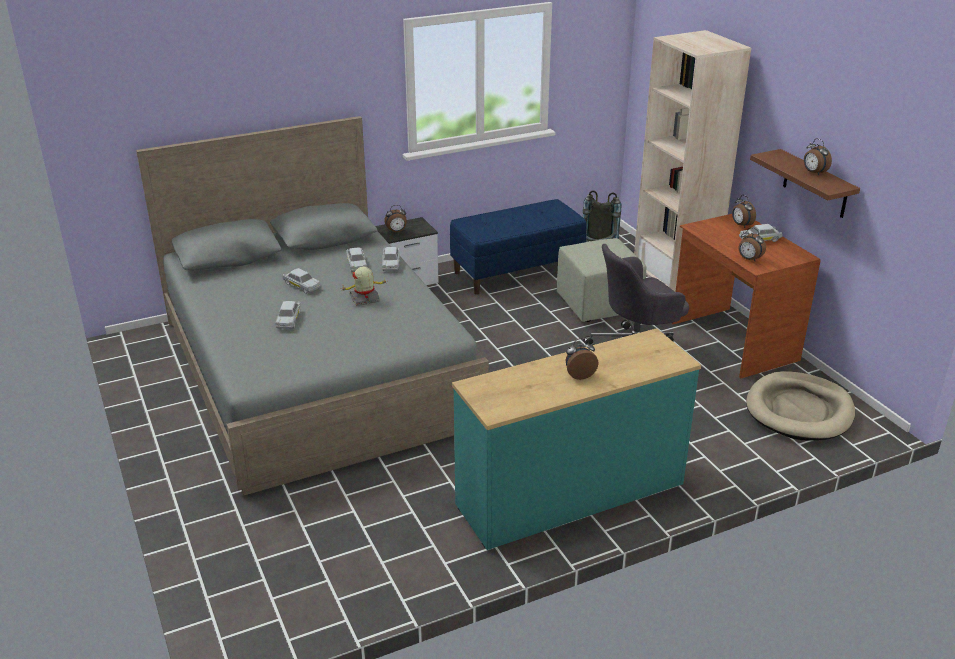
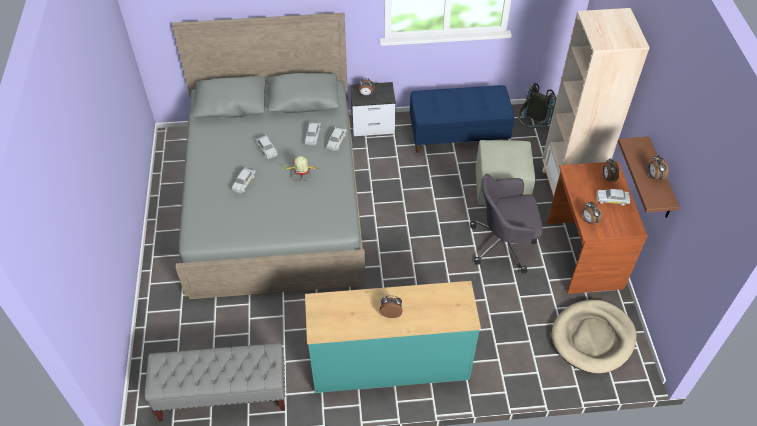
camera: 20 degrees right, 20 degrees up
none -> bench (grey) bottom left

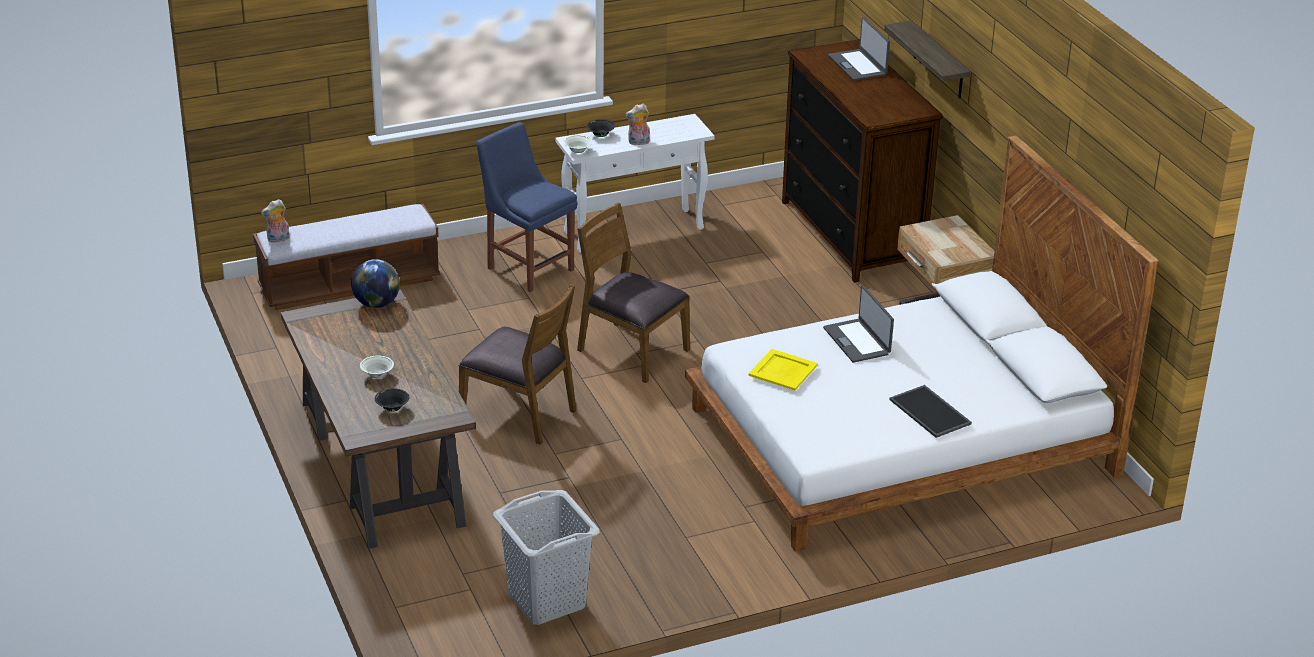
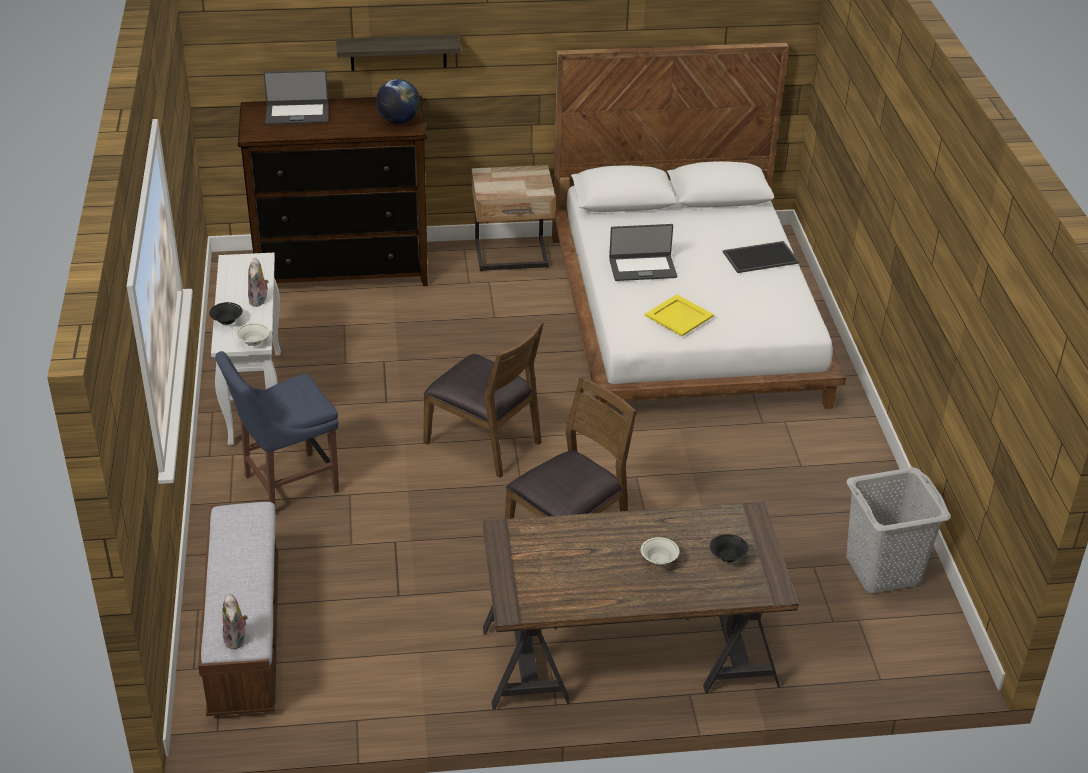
camera: 75 degrees left, 5 degrees up
globe middle left -> globe top centre, moved
chair (brown) (2nd from left in the first image) centre -> chair (brown) (1st from left) centre, 105 degrees counterclockwise

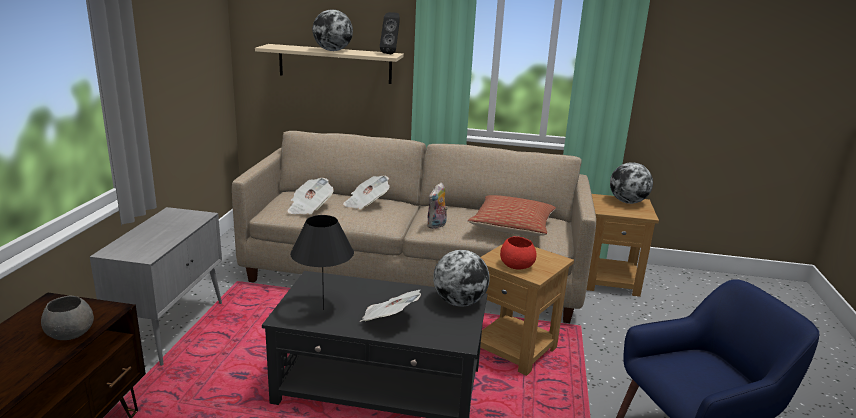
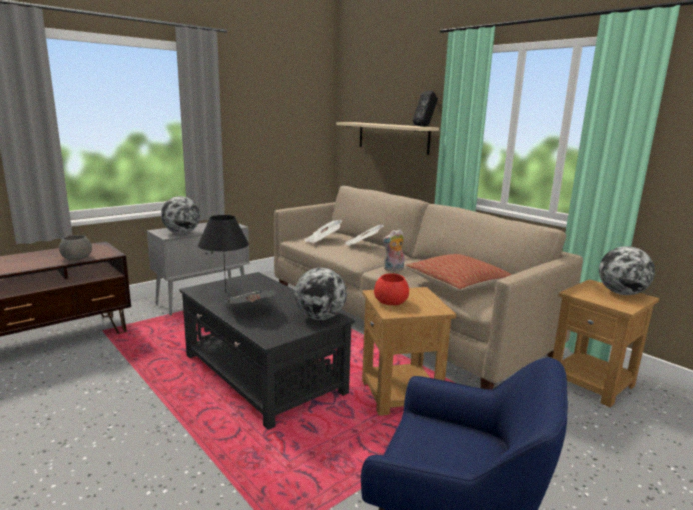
camera: 40 degrees right, 5 degrees down
globe (1st from left) top centre -> globe (1st from left) middle left, moved

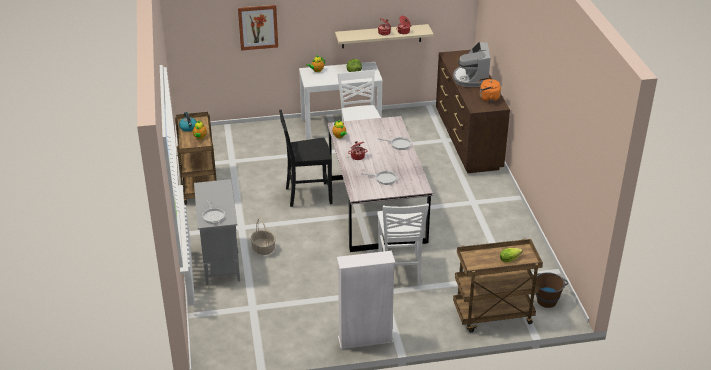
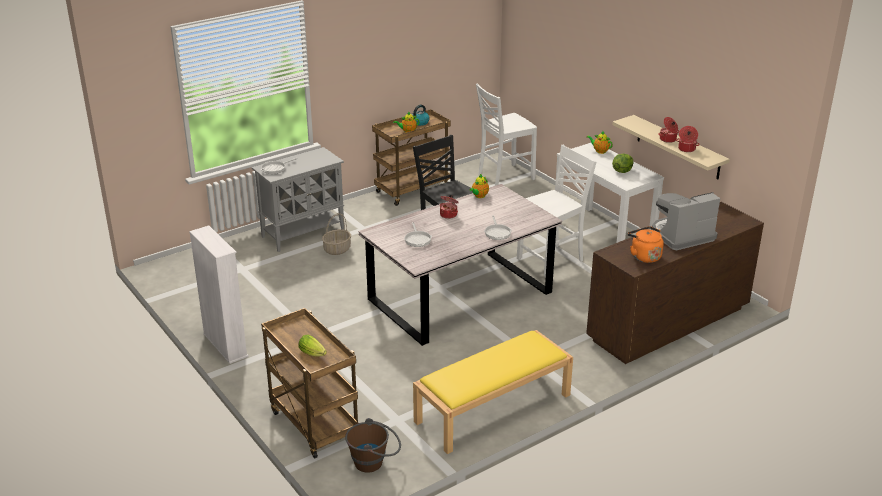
camera: 65 degrees right, 5 degrees down
picture top centre -> none
none -> bench (yellow) bottom centre
chair (white) (2nd from left in the first image) centre -> chair (white) (1st from left) top centre, moved

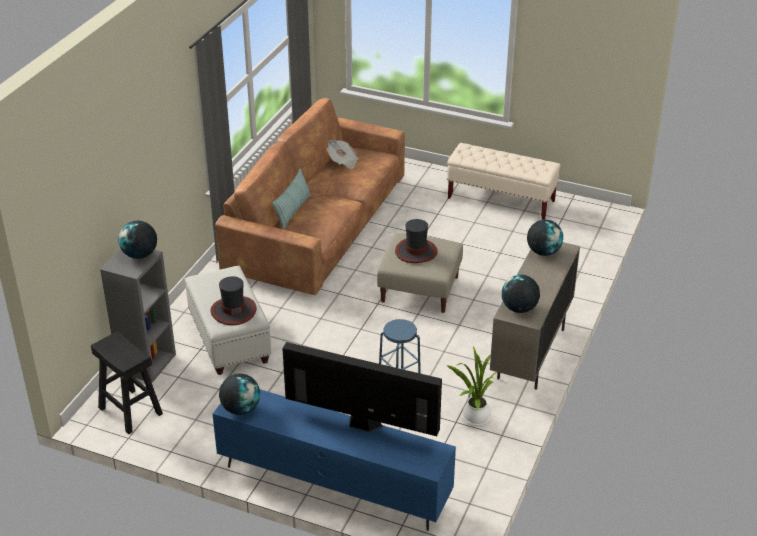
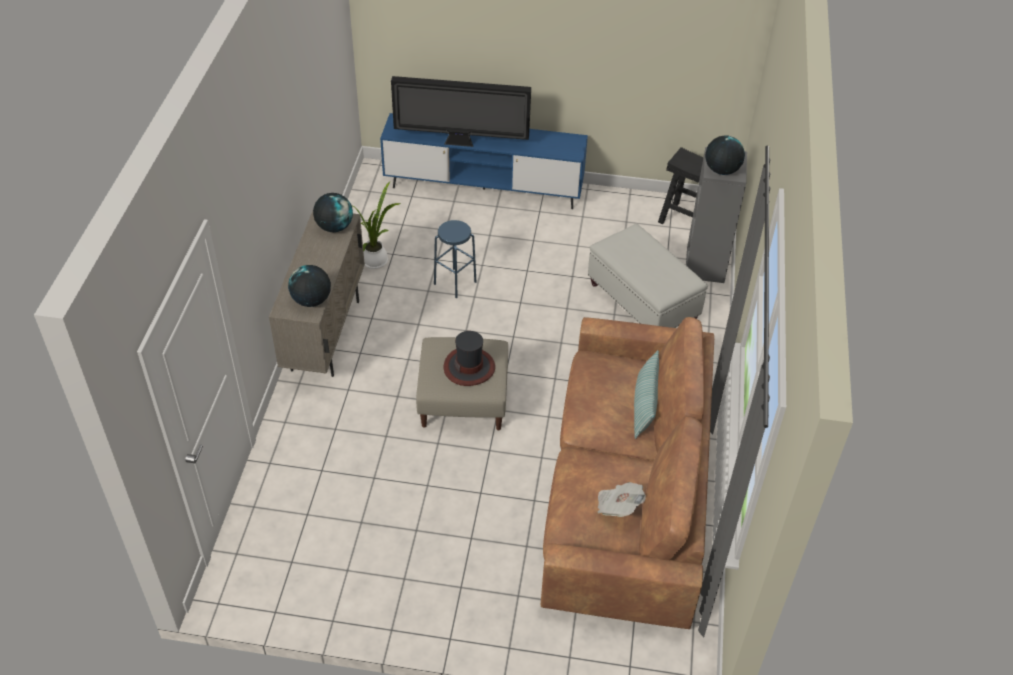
camera: 165 degrees right, 10 degrees up
hat (1st from left) middle left -> none
globe (2nd from left) bottom left -> none
bench (beige) centre -> none

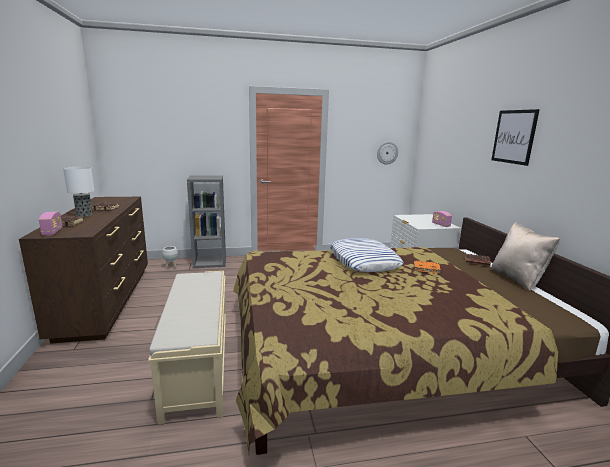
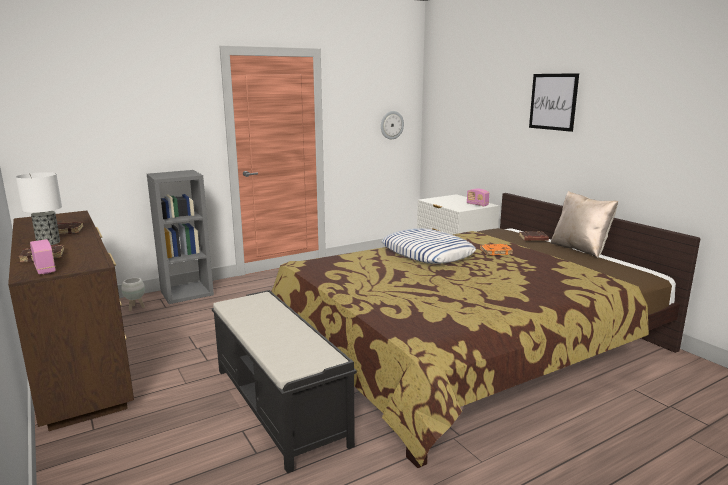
camera: 20 degrees left, 0 degrees up
bench (beige) bottom left -> bench (black) bottom centre

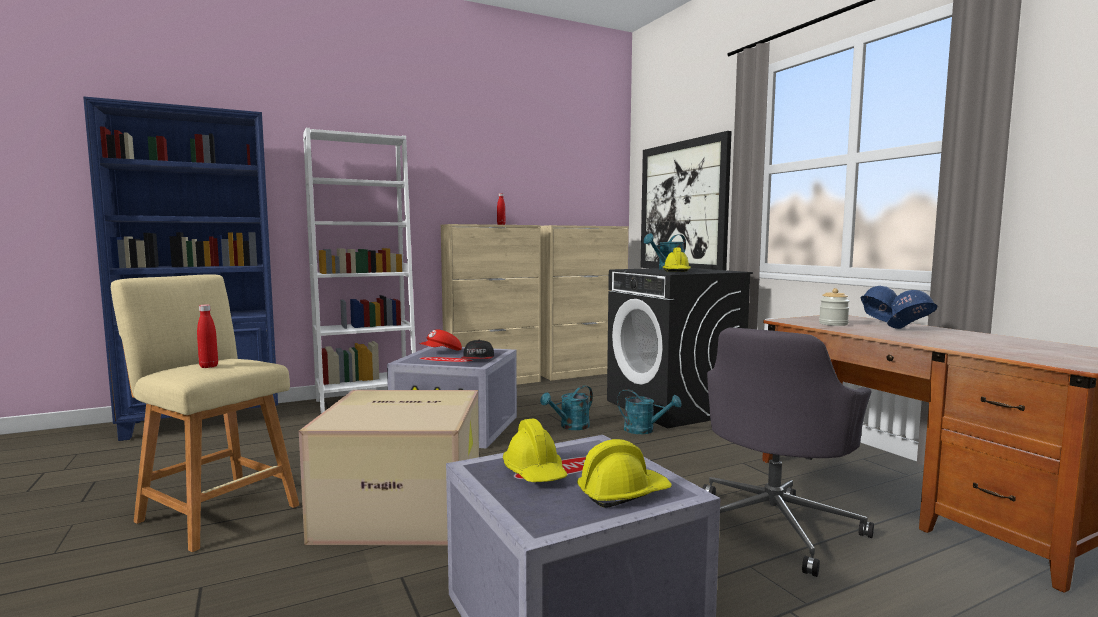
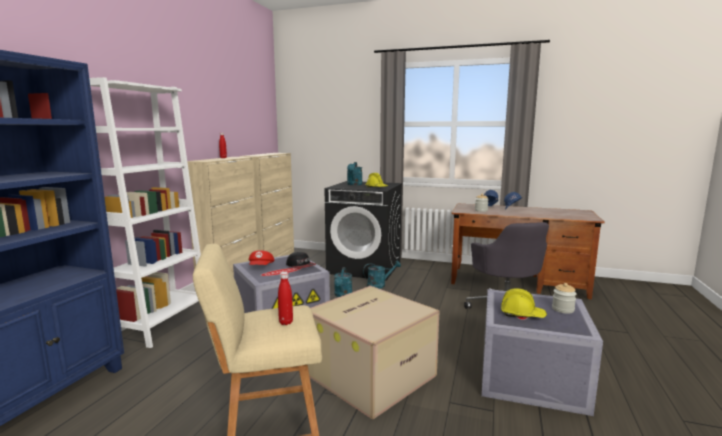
camera: 45 degrees left, 5 degrees up
picture top centre -> none
hard hat (yellow) (2nd from left) bottom centre -> jar (2nd from left) bottom right

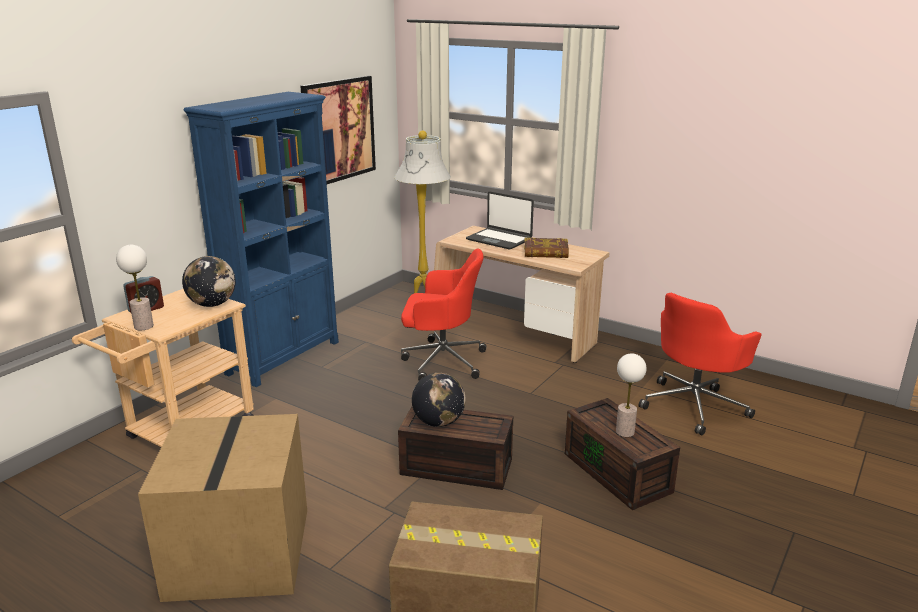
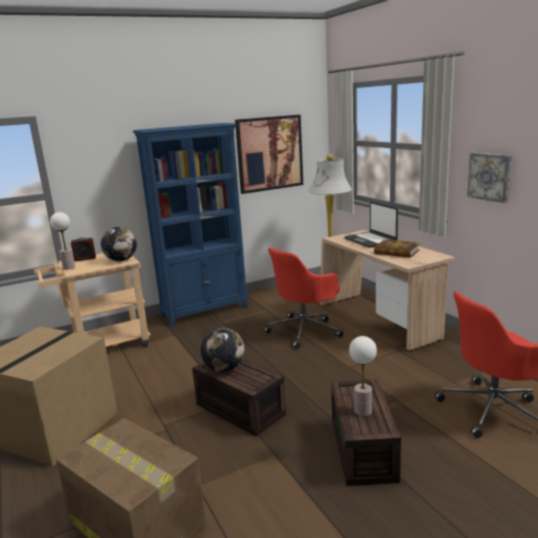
camera: 30 degrees right, 5 degrees down
none -> picture (2nd from left) top right
office chair (red) (1st from left) centre, 105 degrees clockwise

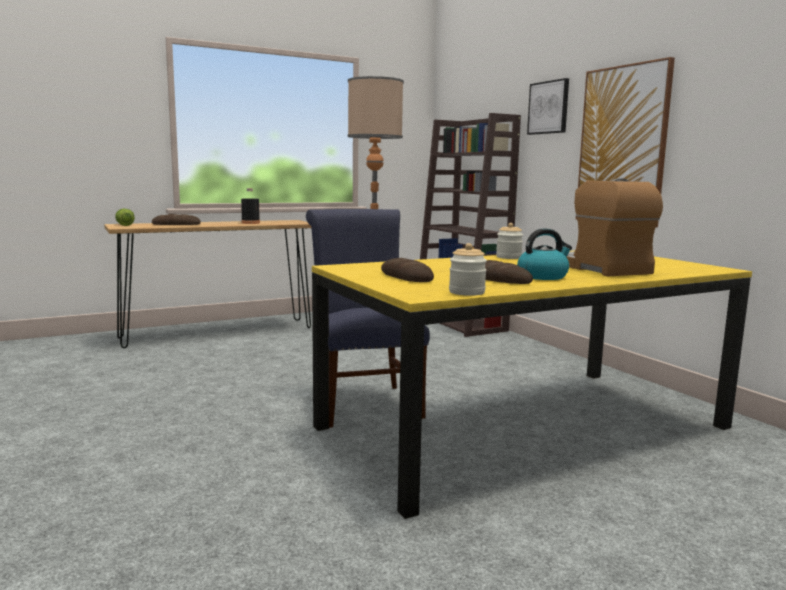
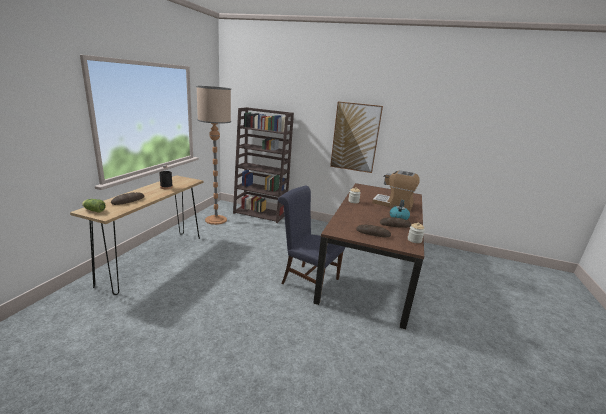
camera: 45 degrees left, 10 degrees up
picture (1st from left) top right -> none
dining table (yellow) middle right -> dining table (brown) centre

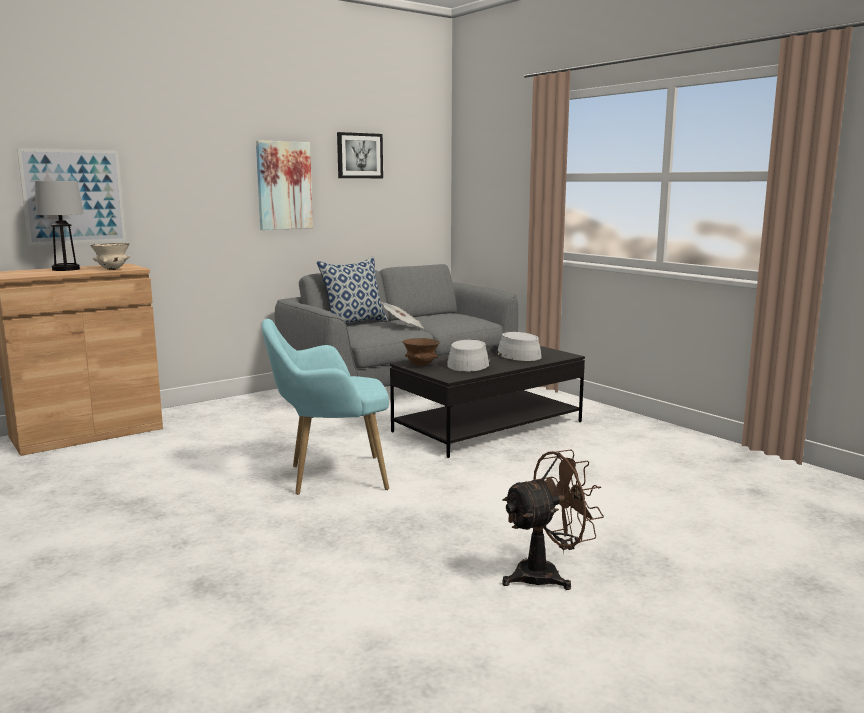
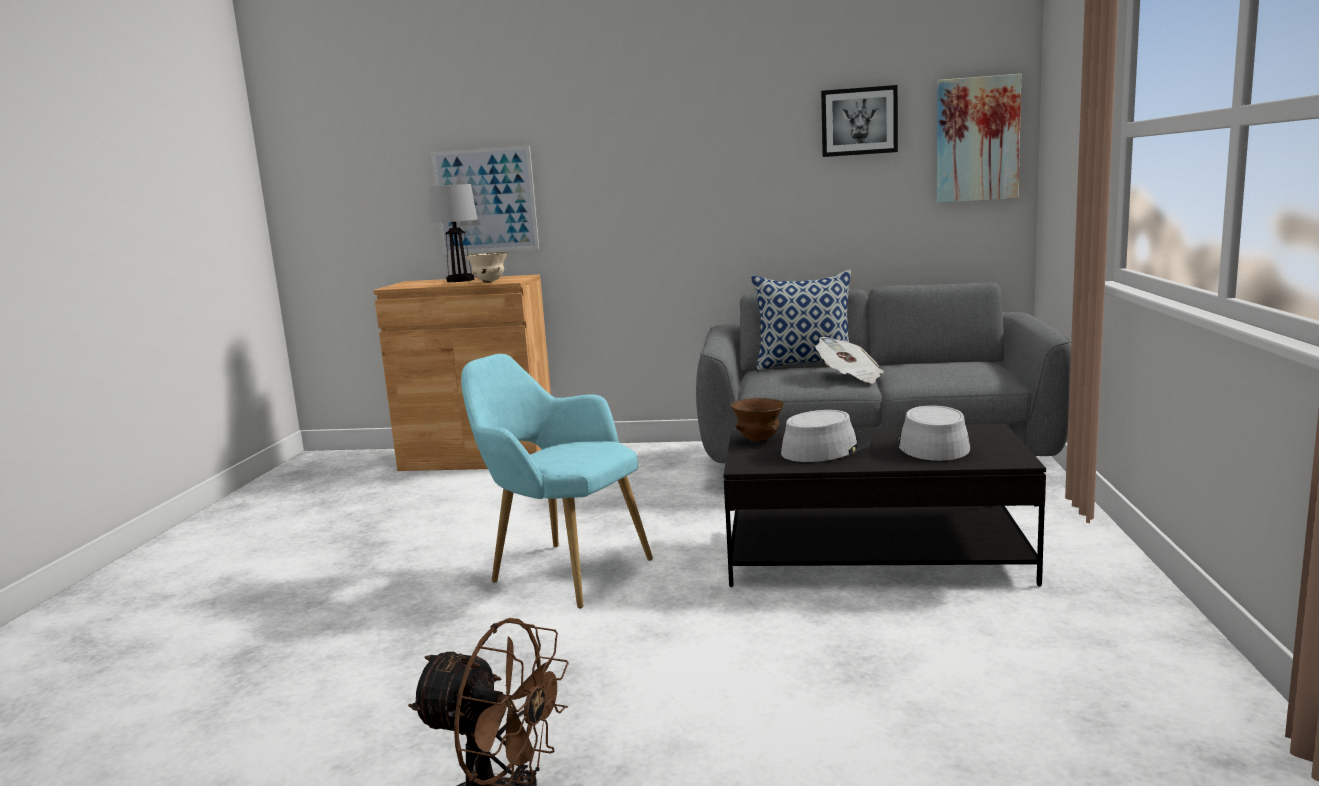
camera: 45 degrees right, 0 degrees up
picture (2nd from left in the first image) top left -> picture (3rd from left) top right, moved

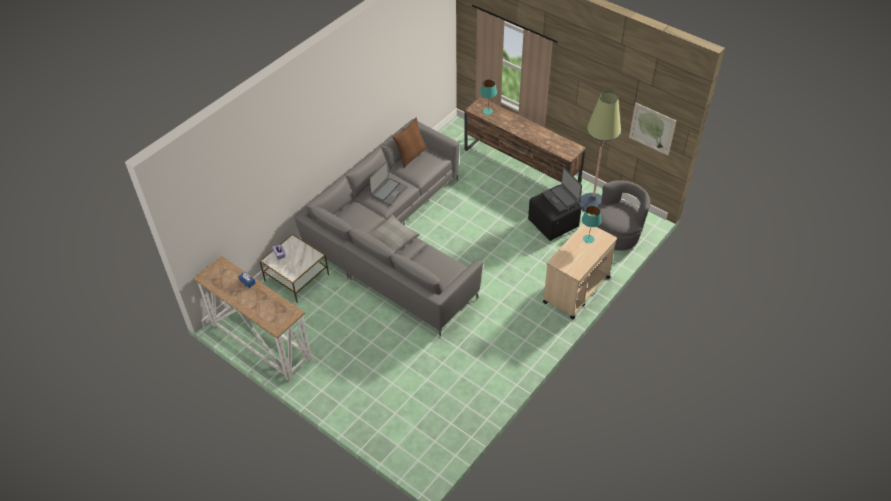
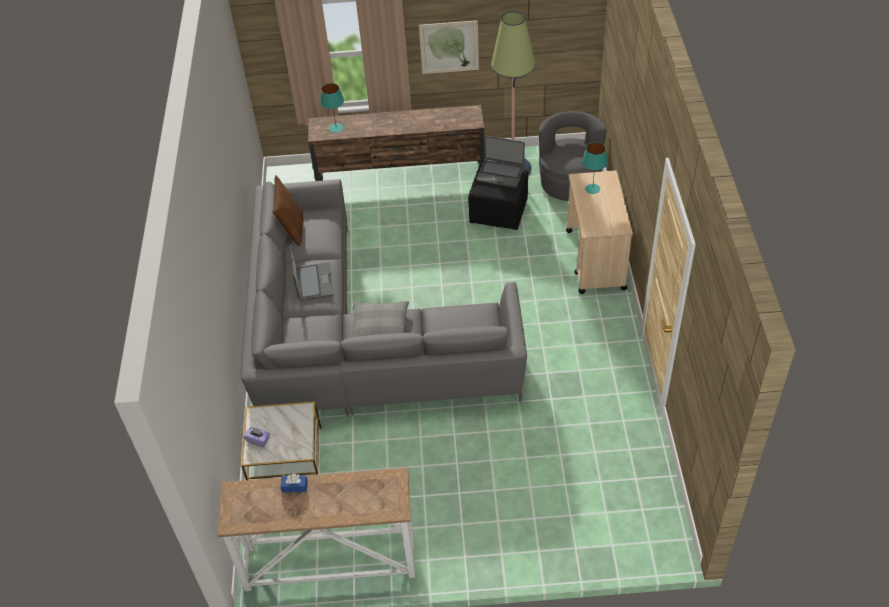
camera: 40 degrees left, 0 degrees up
picture top right -> picture top centre, moved

